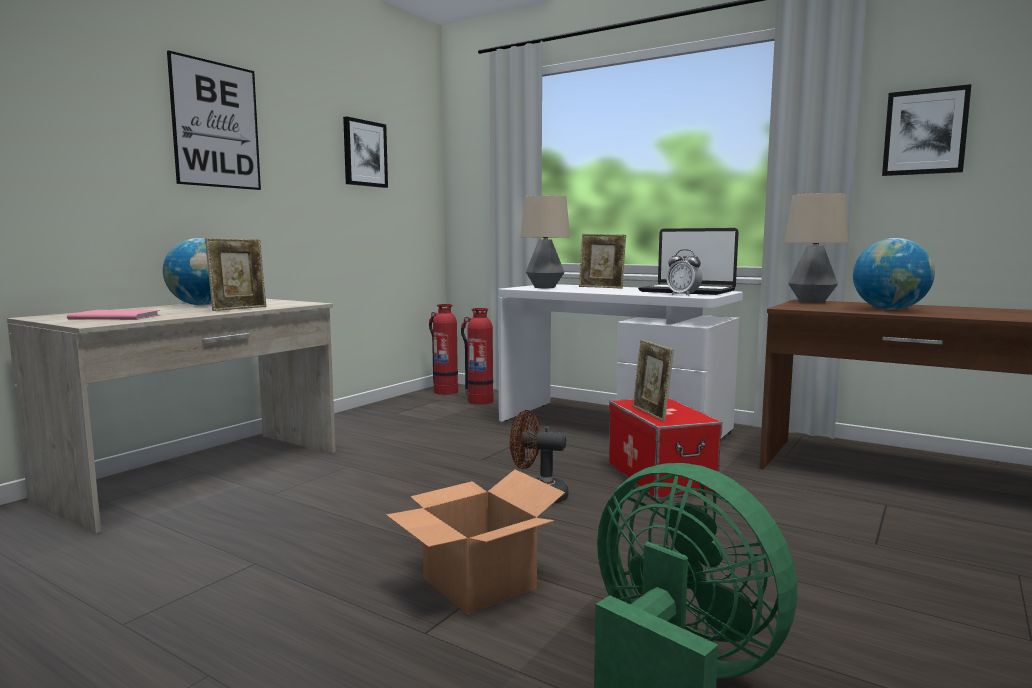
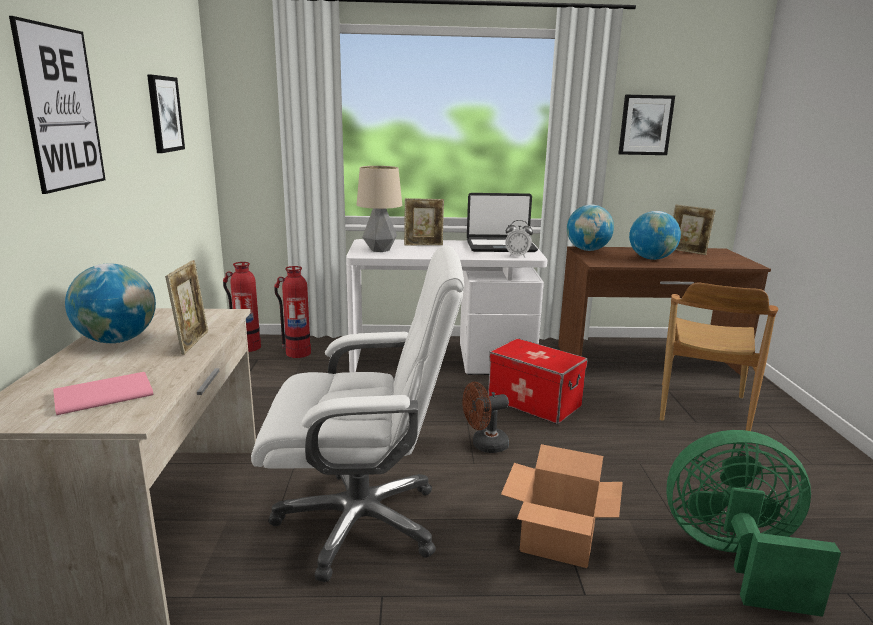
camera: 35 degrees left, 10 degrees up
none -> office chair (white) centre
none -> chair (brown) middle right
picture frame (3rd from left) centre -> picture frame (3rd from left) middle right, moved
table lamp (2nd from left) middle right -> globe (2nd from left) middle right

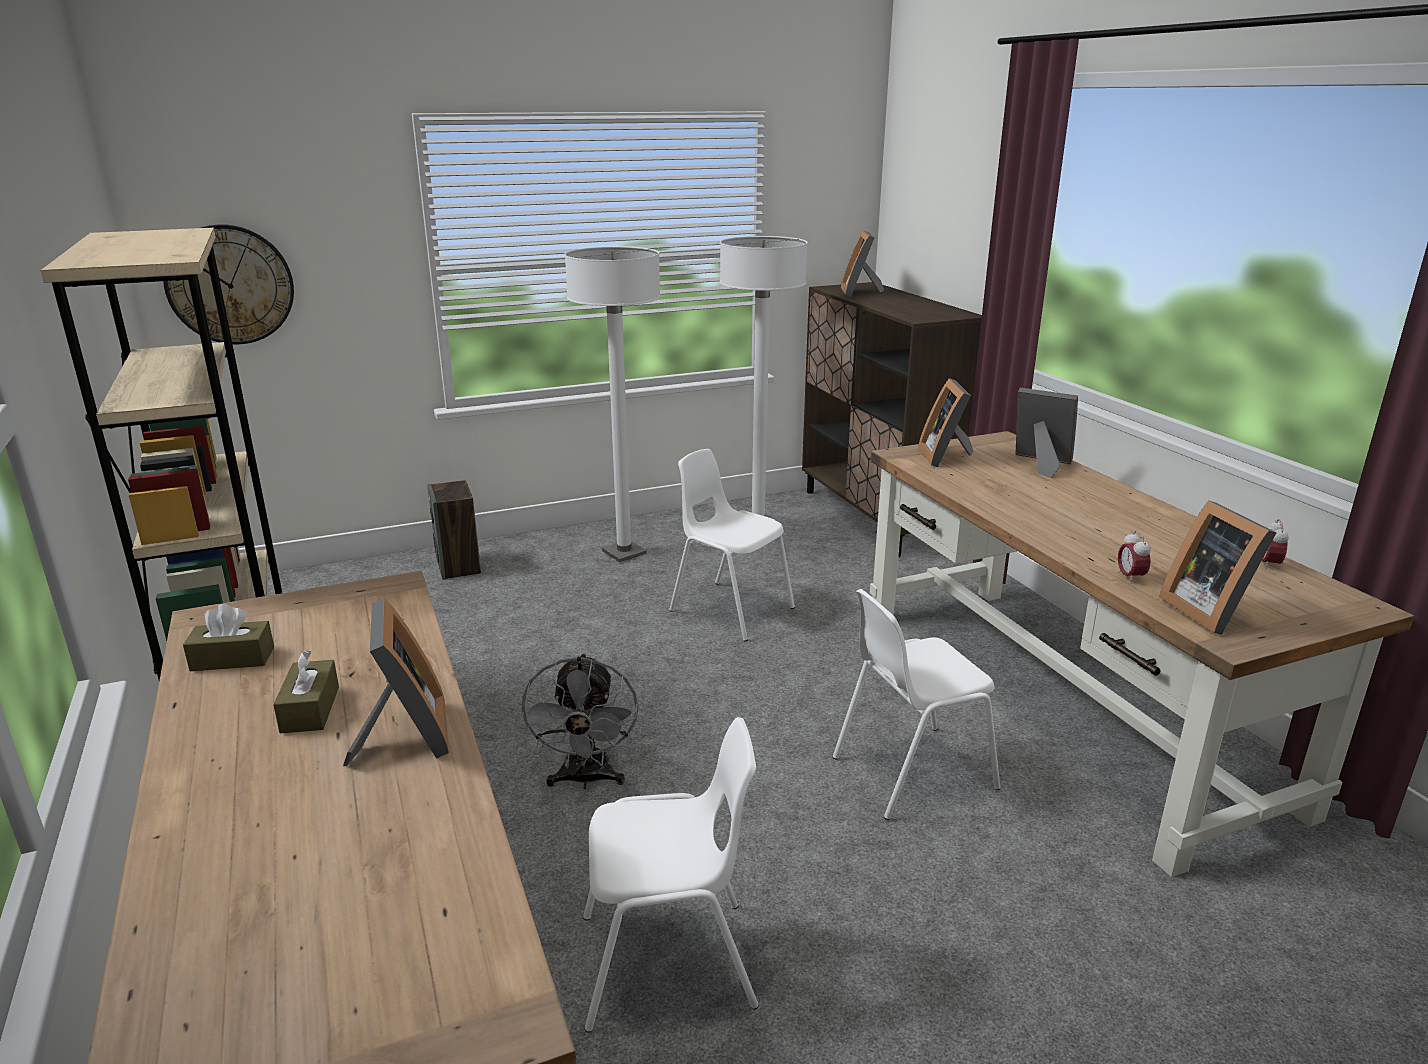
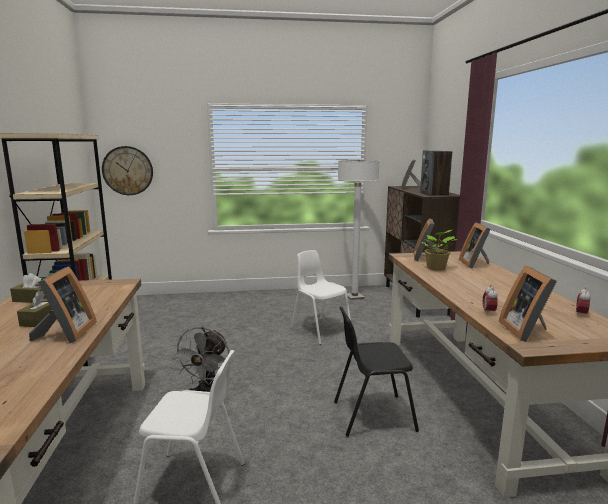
camera: 15 degrees right, 10 degrees down
floor lamp (white) (1st from left) centre -> none
none -> potted plant middle right
speaker middle left -> speaker middle right, moved
chair (white) (3rd from left) centre -> chair (black) bottom centre
picture frame (4th from left) middle right, 135 degrees counterclockwise

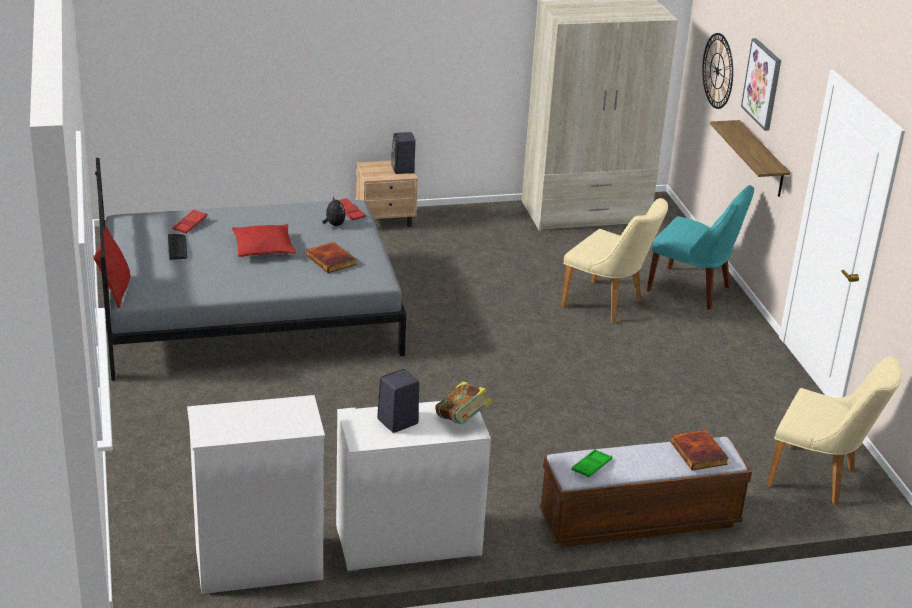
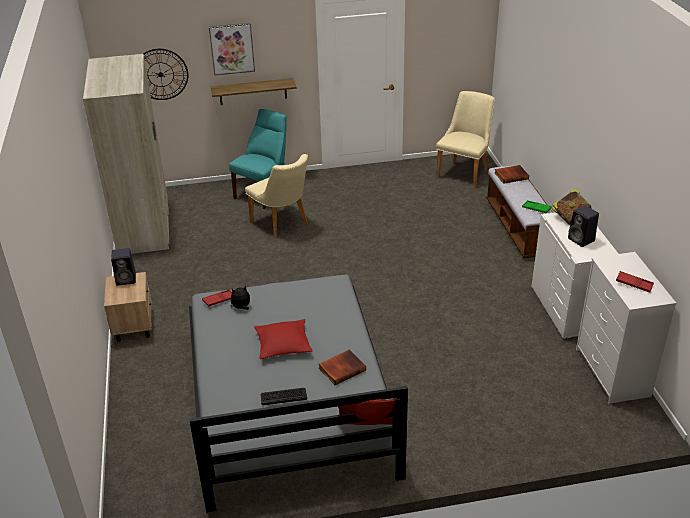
camera: 85 degrees left, 5 degrees up
tray (red) (1st from left in the first image) middle left -> tray (red) (2nd from left) middle right, moved
book (1st from left) centre -> book (1st from left) bottom centre, moved
chair (beige) (1st from left) middle right -> chair (beige) (1st from left) centre, 105 degrees clockwise

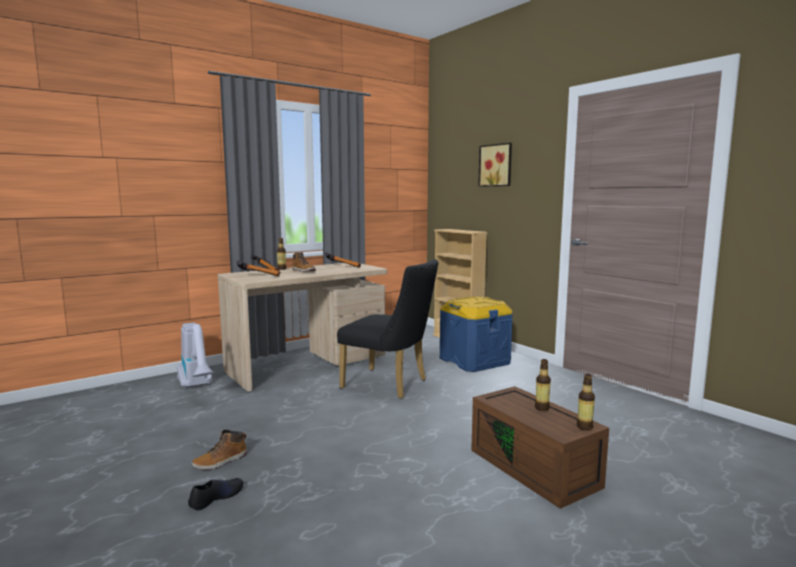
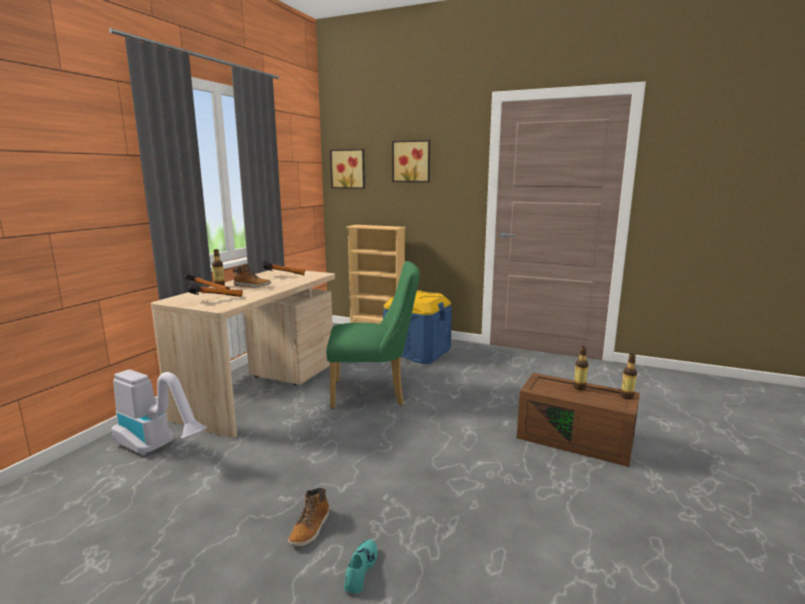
camera: 30 degrees left, 5 degrees up
none -> picture (1st from left) top centre
shoe (black) bottom left -> shoe (turquoise) bottom centre
chair (black) centre -> chair (green) centre

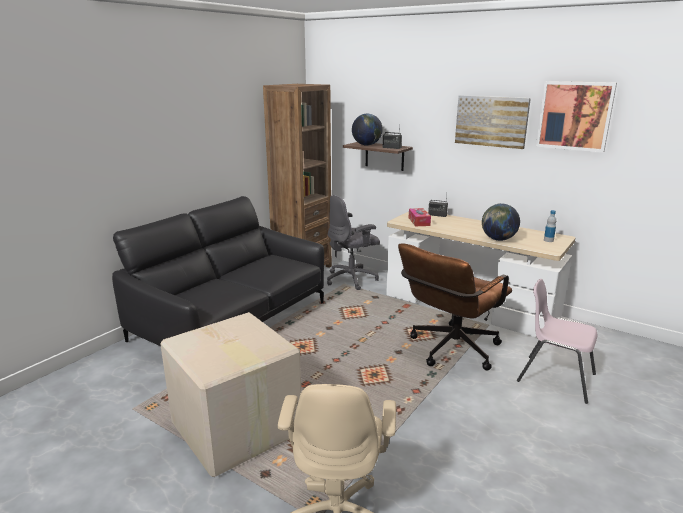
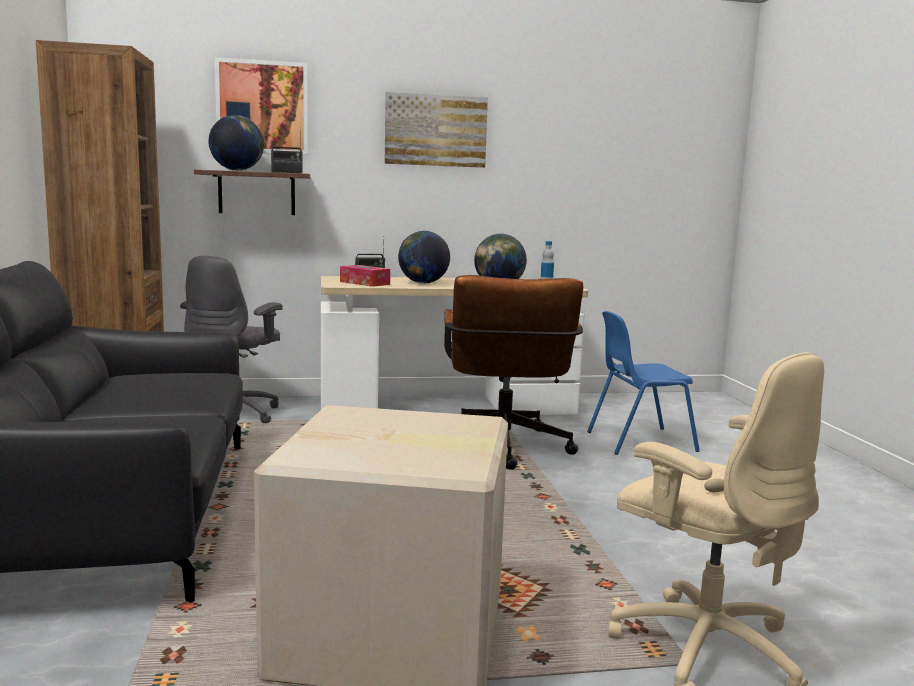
camera: 45 degrees left, 10 degrees down
none -> globe (2nd from left) centre
picture (2nd from left in the first image) top right -> picture (1st from left) top left, moved
chair (pink) middle right -> chair (blue) middle right

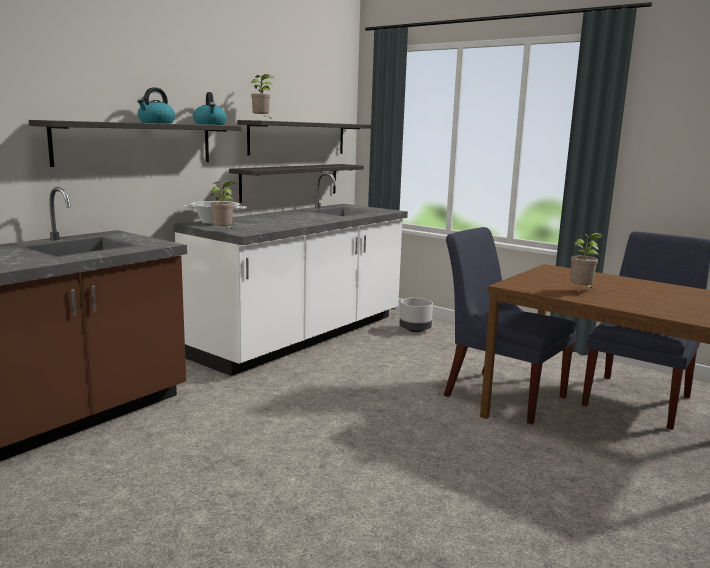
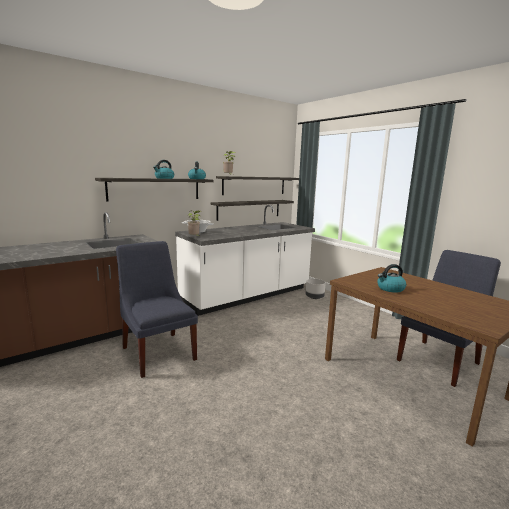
camera: 15 degrees right, 0 degrees up
chair (blue) (1st from left) middle right -> chair (blue) (1st from left) middle left, moved
potted plant (3rd from left) middle right -> kettle (3rd from left) middle right

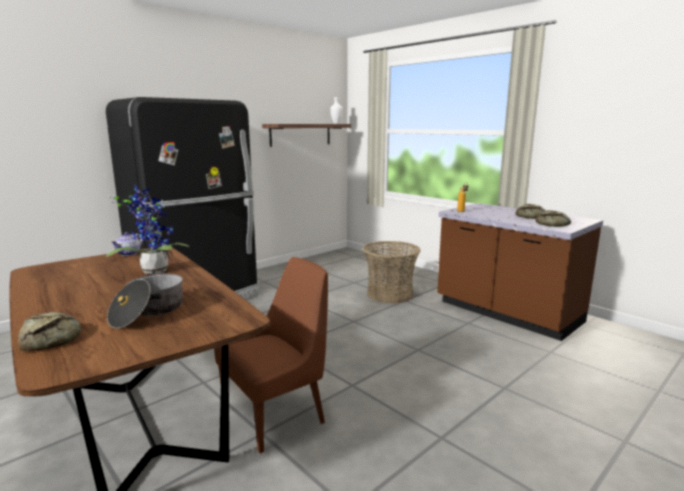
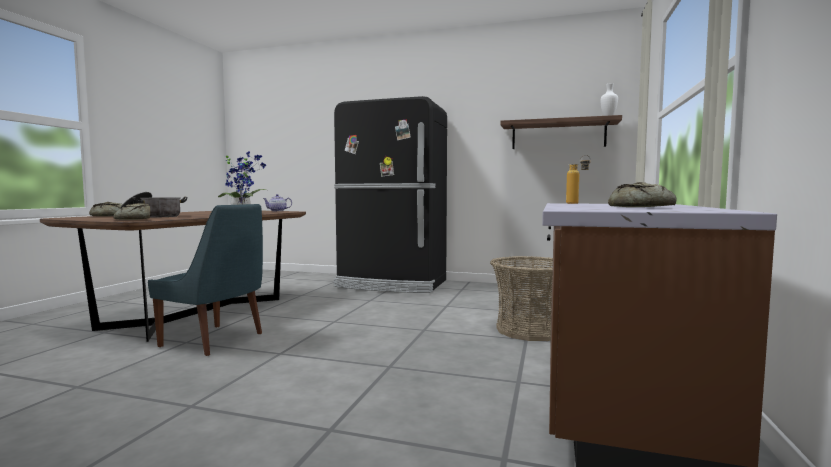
camera: 60 degrees right, 10 degrees down
bread (3rd from left in the first image) middle right -> bread (2nd from left) middle left, moved
chair (brown) bottom centre -> chair (blue) middle left

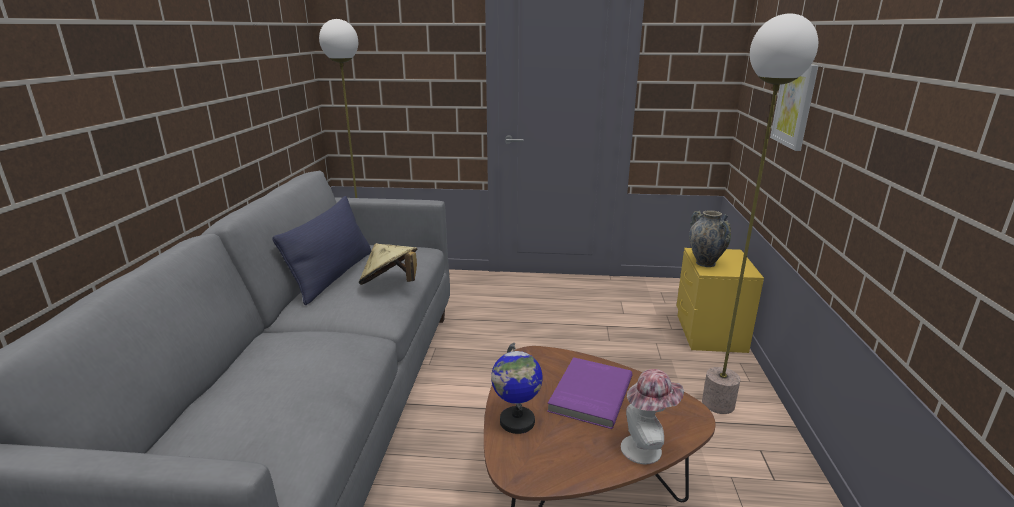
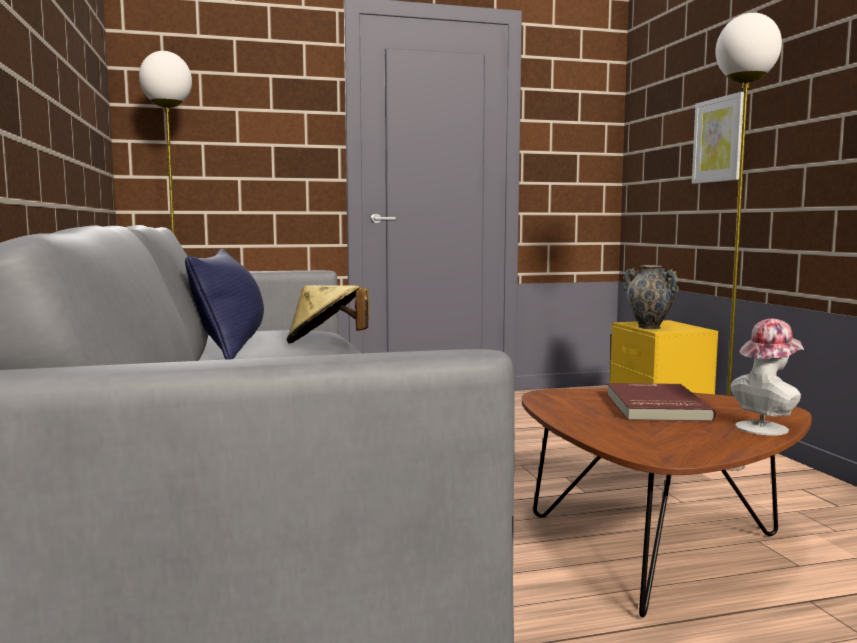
camera: 20 degrees left, 15 degrees down
globe bottom centre -> none
book (purple) bottom centre -> book (red) middle right

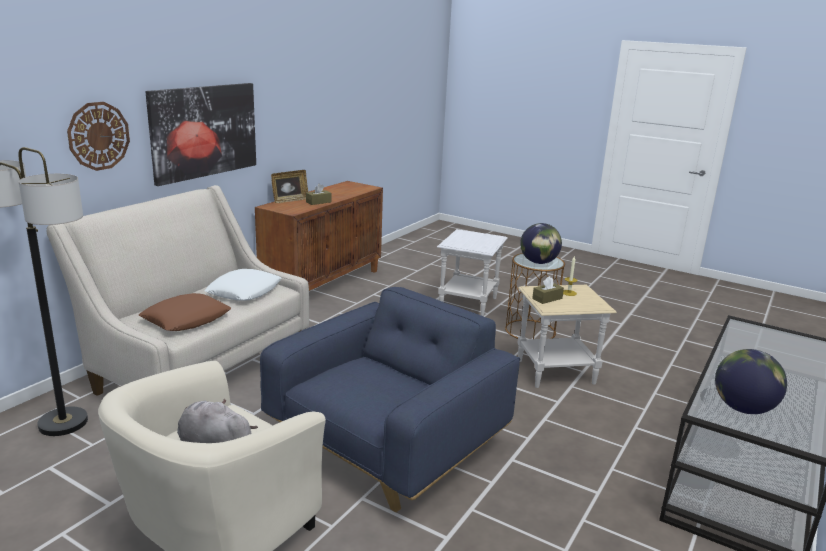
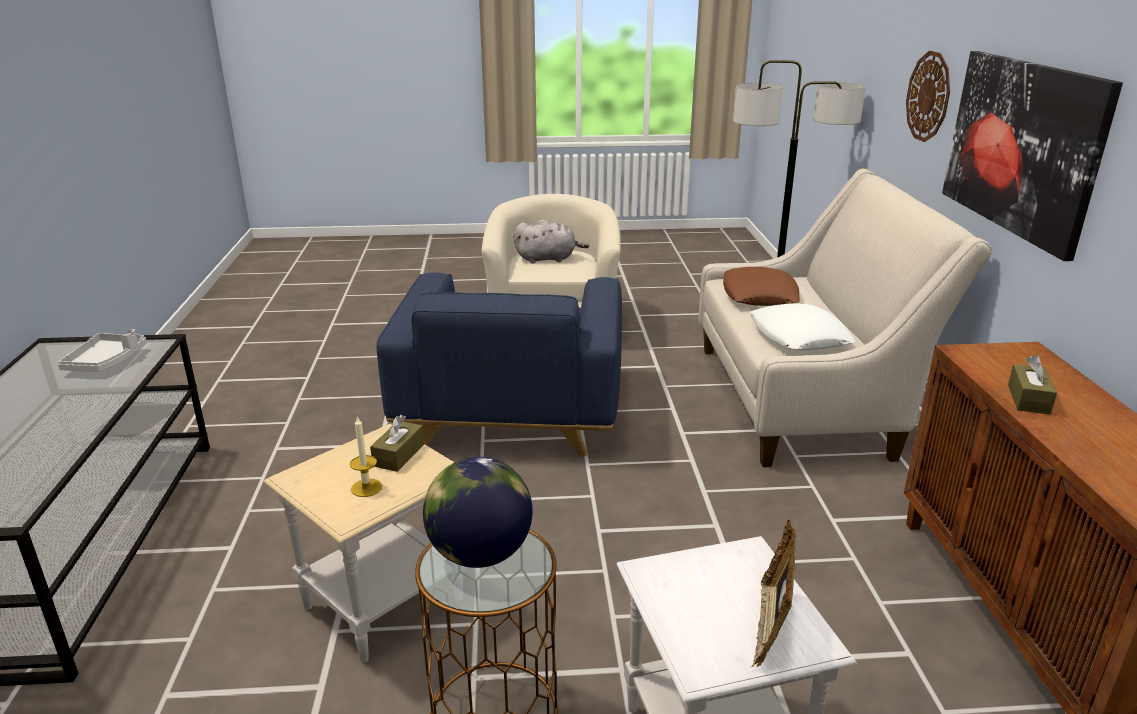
camera: 145 degrees right, 5 degrees up
picture frame centre -> picture frame bottom right, moved
globe (2nd from left) bottom right -> tray (grey) middle left

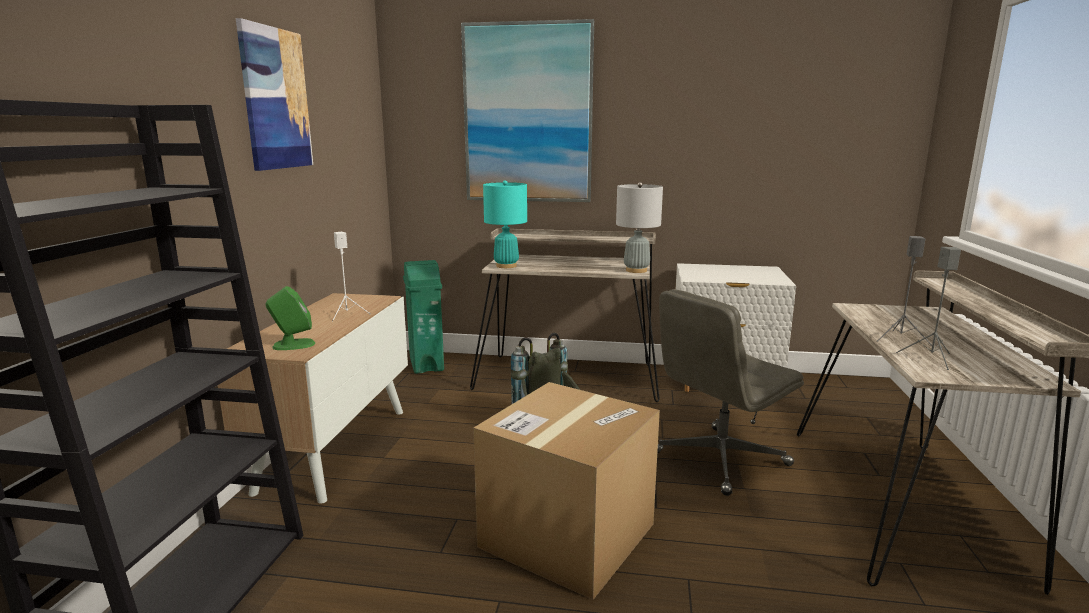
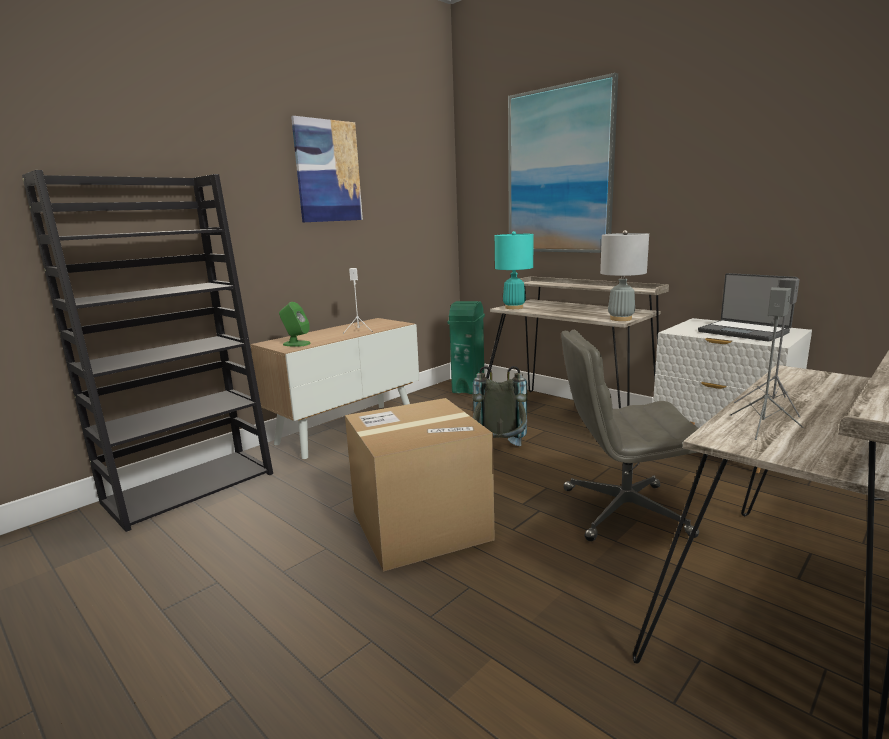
camera: 35 degrees right, 0 degrees up
none -> laptop middle right

